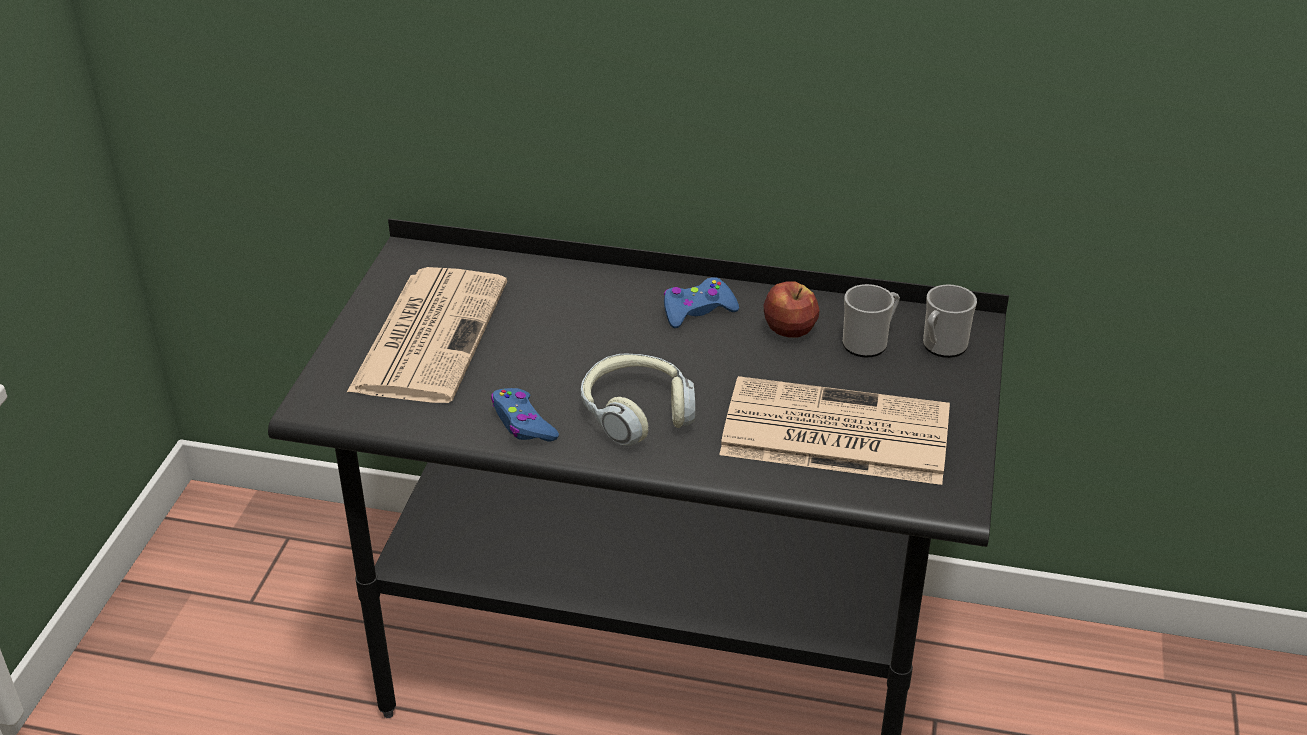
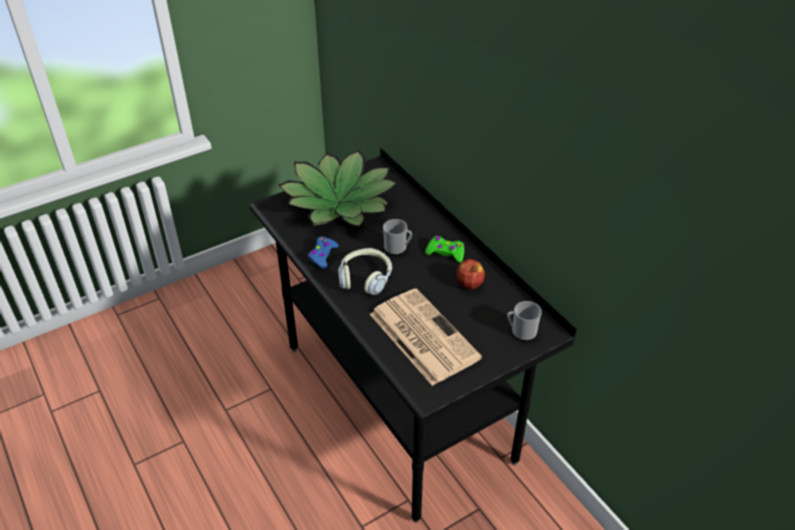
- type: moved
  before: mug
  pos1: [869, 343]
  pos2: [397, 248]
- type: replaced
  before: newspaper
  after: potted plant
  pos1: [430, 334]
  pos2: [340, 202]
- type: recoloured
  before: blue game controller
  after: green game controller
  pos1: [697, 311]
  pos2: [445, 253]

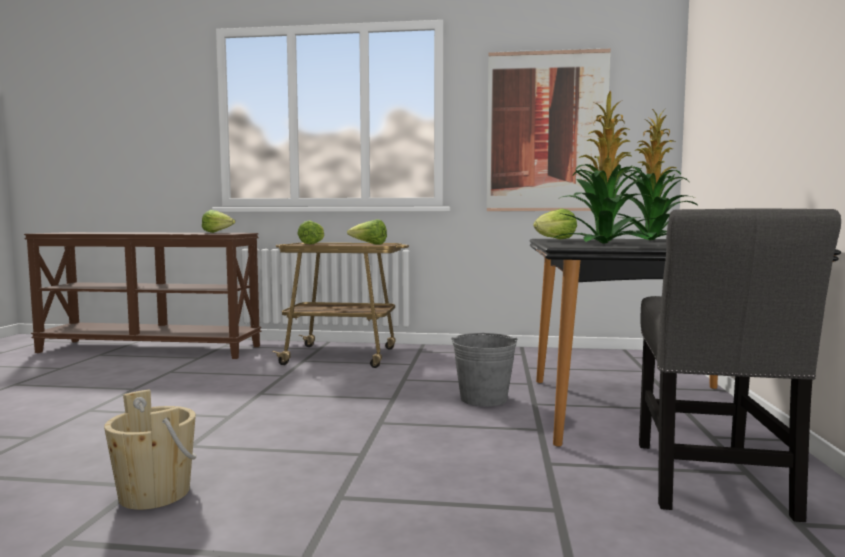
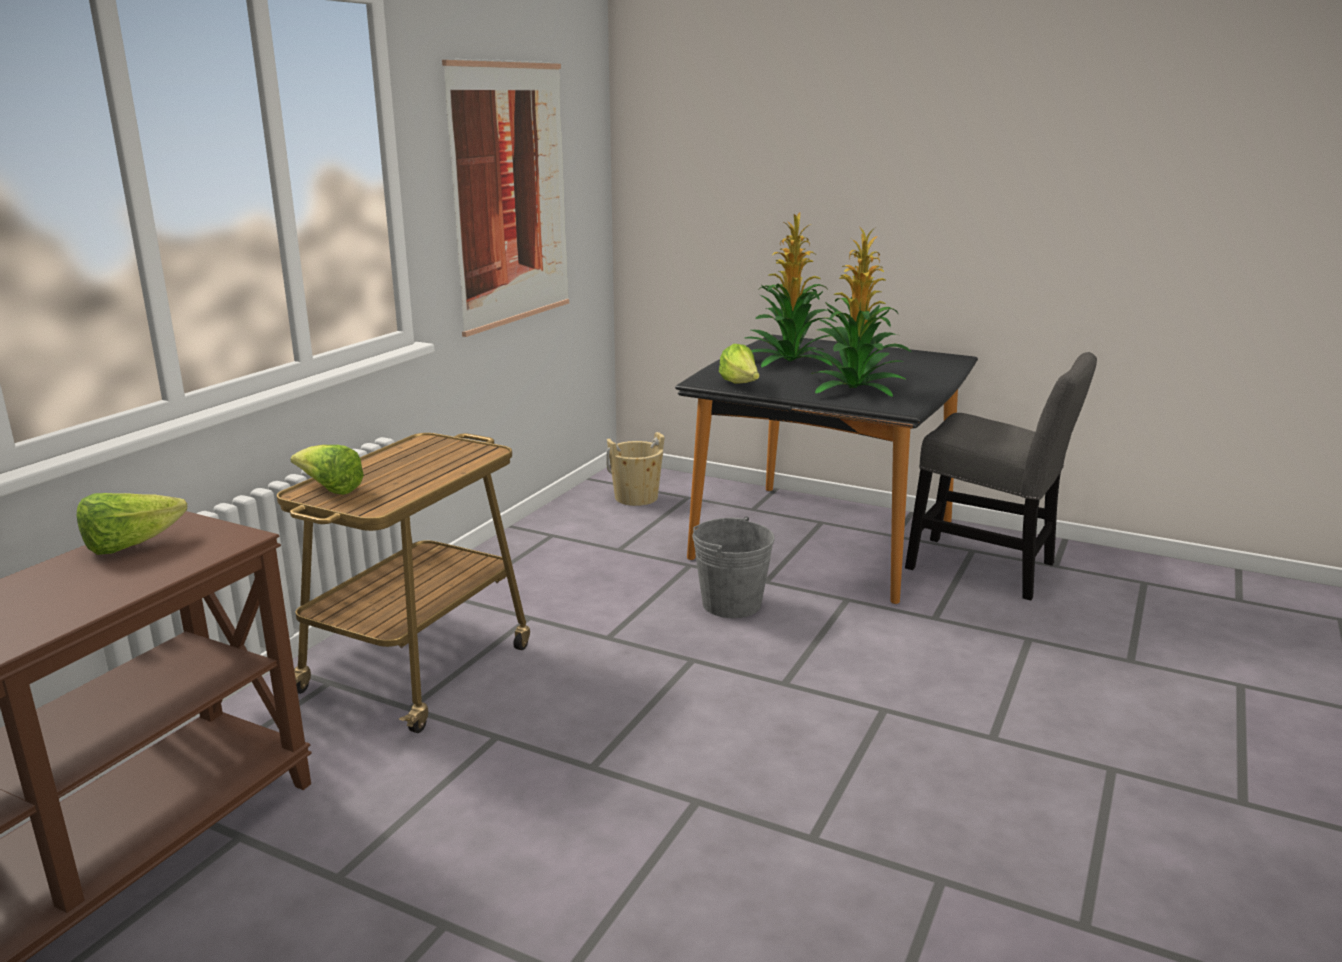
- type: removed
  before: lettuce
  pos1: [369, 244]
- type: moved
  before: beige bucket
  pos1: [154, 494]
  pos2: [636, 497]

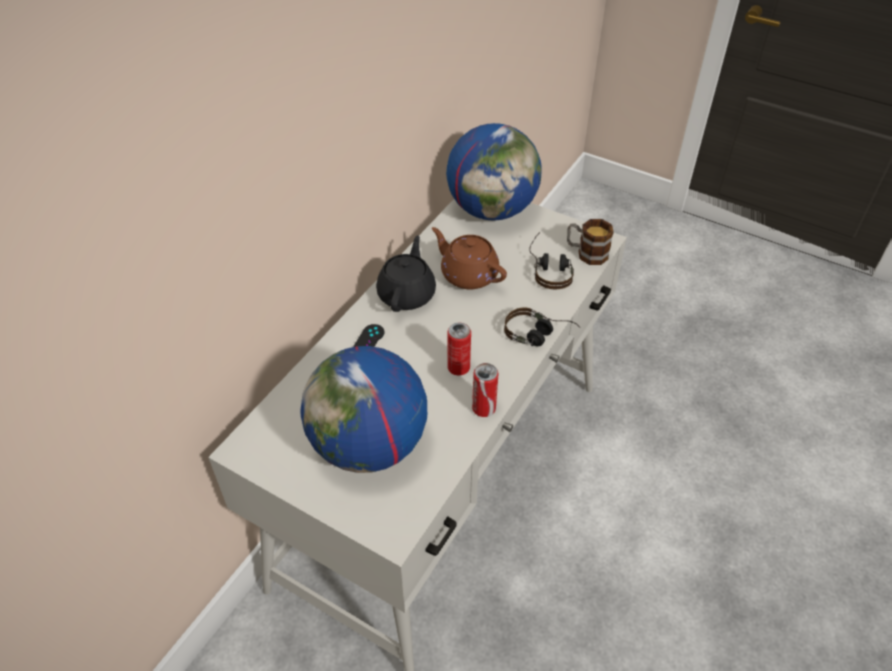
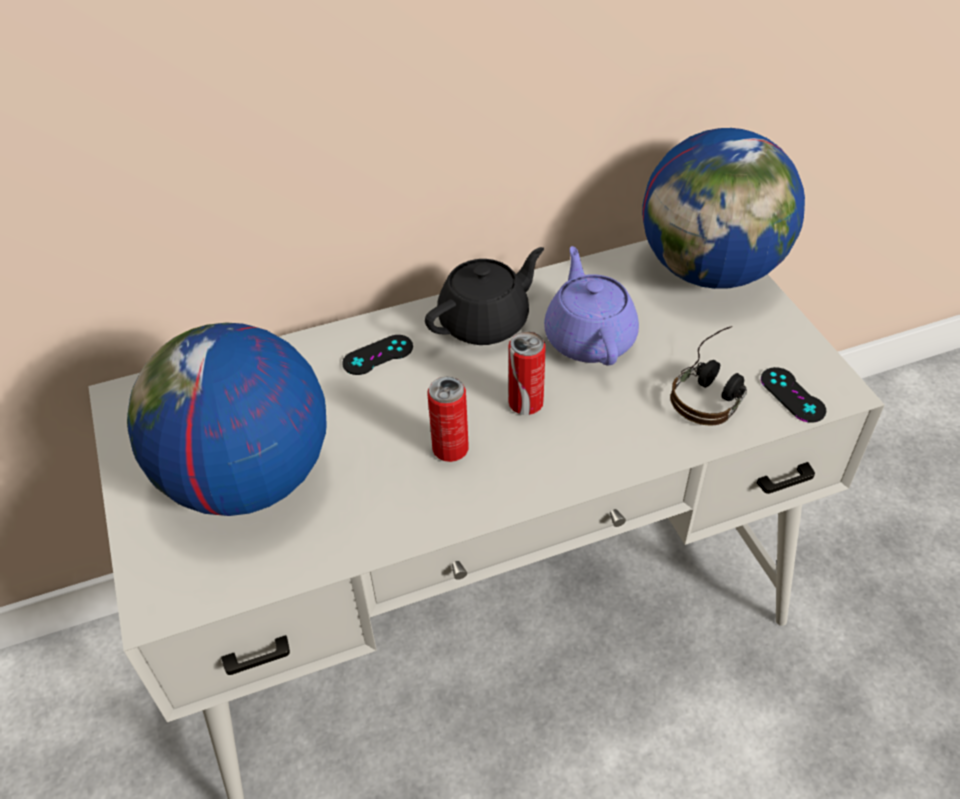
- type: removed
  before: headphones
  pos1: [539, 336]
- type: moved
  before: can
  pos1: [484, 408]
  pos2: [525, 403]
- type: replaced
  before: mug
  after: black game controller
  pos1: [586, 253]
  pos2: [792, 395]
- type: recoloured
  before: brown teapot
  after: purple teapot
  pos1: [468, 274]
  pos2: [589, 337]

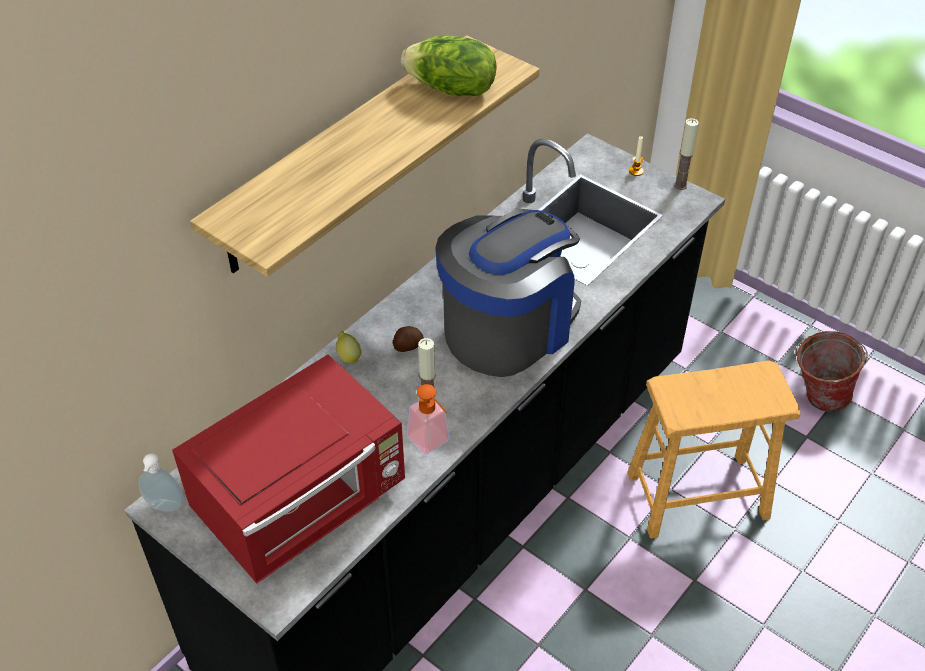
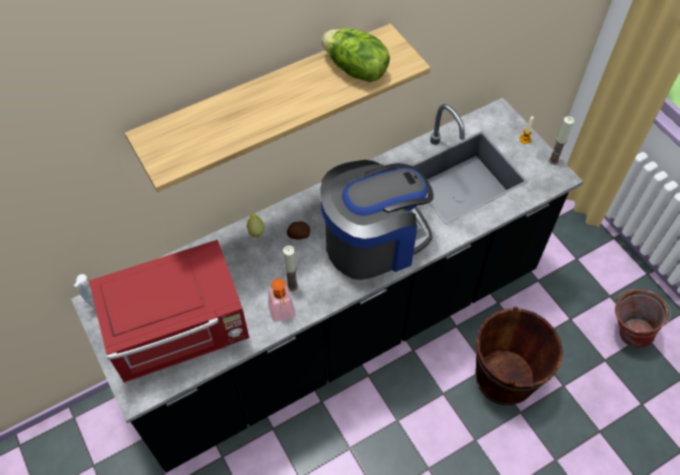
- type: replaced
  before: brown stool
  after: brown bucket
  pos1: [697, 495]
  pos2: [504, 378]

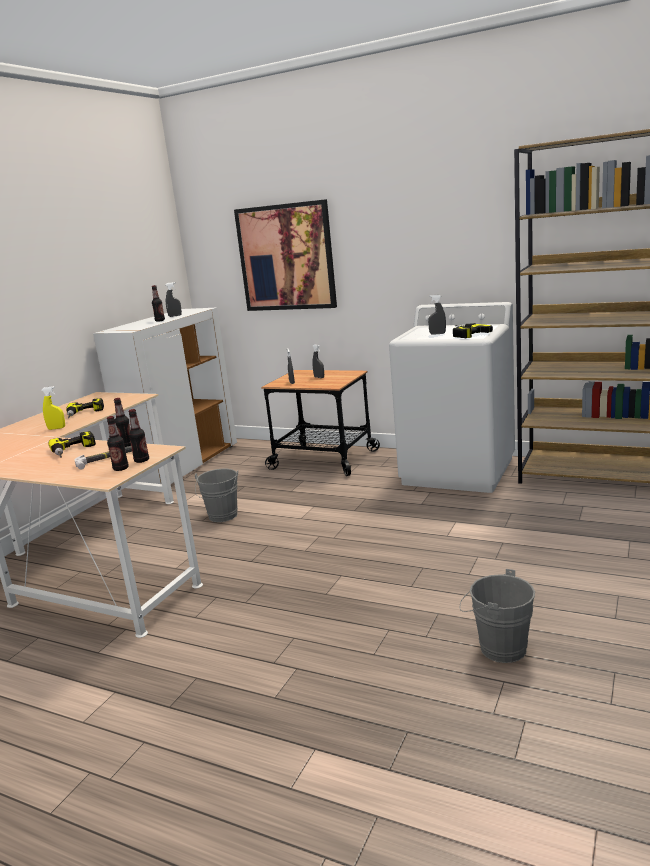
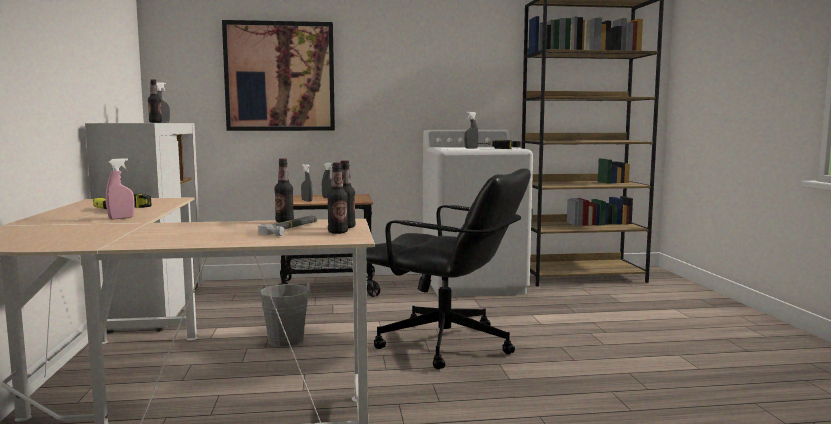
- type: removed
  before: power drill
  pos1: [74, 451]
- type: removed
  before: grey bucket
  pos1: [497, 647]
- type: added
  after: black office chair
  pos2: [446, 345]
- type: recoloured
  before: yellow spray bottle
  after: pink spray bottle
  pos1: [56, 428]
  pos2: [121, 218]

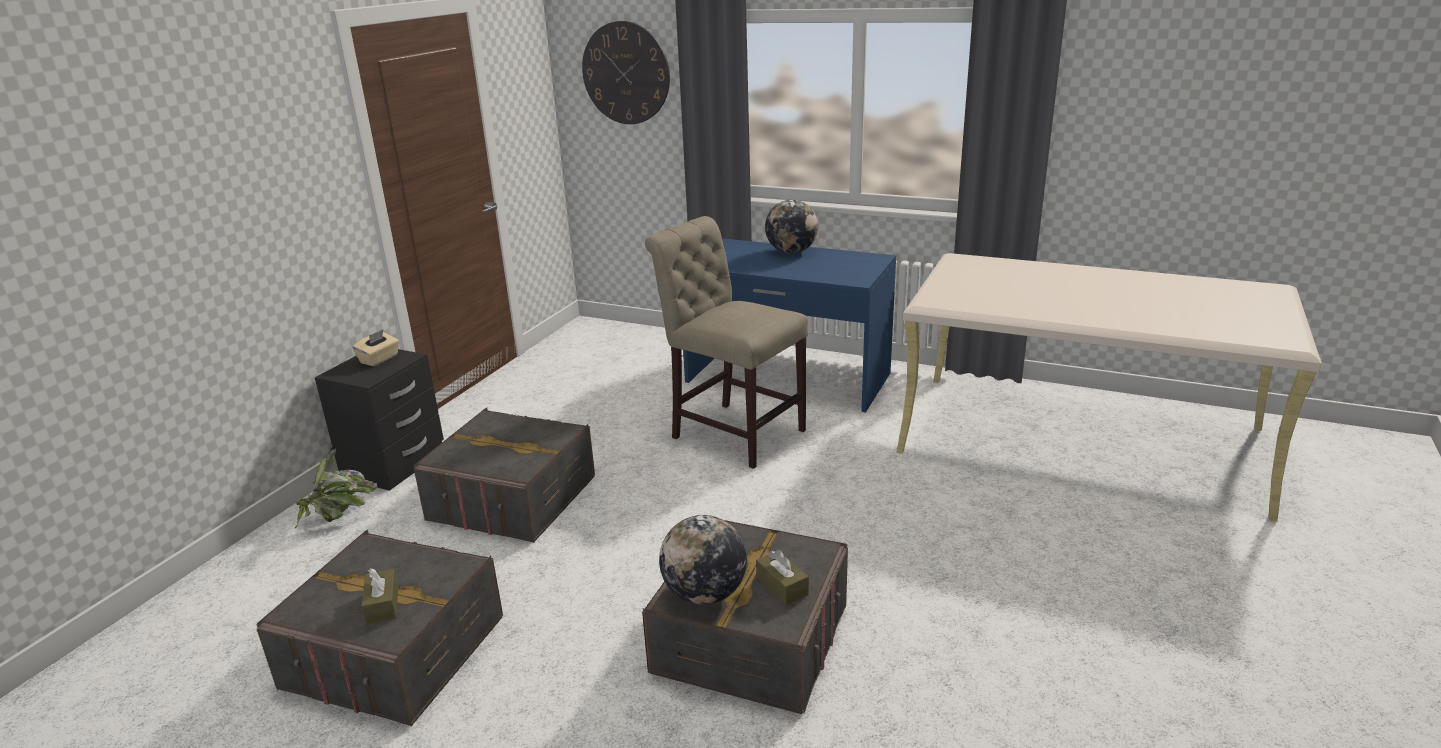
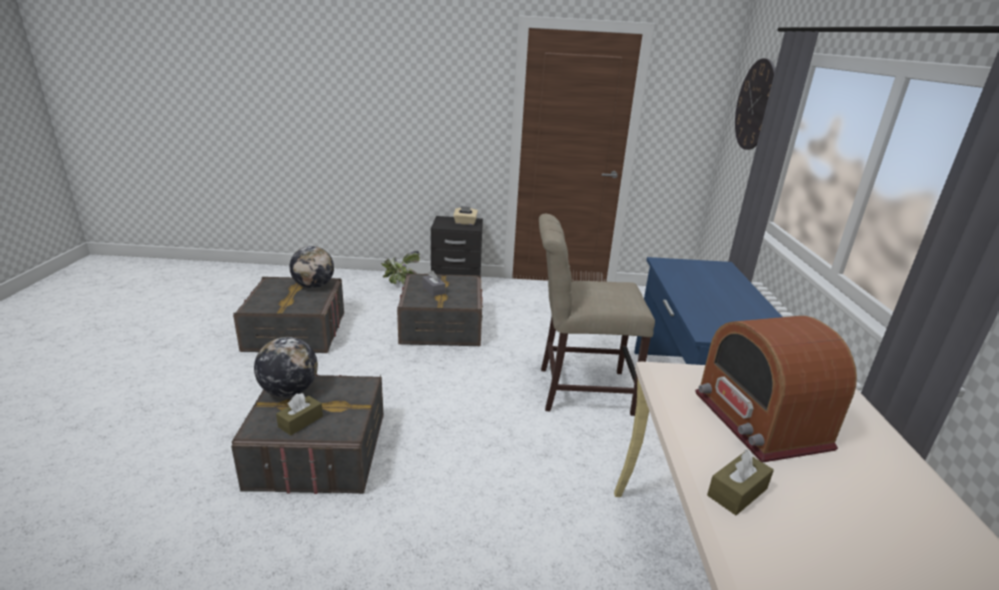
- type: added
  after: grey tissue box
  pos2: [433, 290]
- type: added
  after: radio
  pos2: [759, 420]
- type: moved
  before: brown tissue box
  pos1: [382, 605]
  pos2: [737, 492]
- type: moved
  before: globe
  pos1: [791, 252]
  pos2: [314, 286]
- type: turned
  before: beige chair
  pos1: [733, 431]
  pos2: [578, 390]
  turn: -105

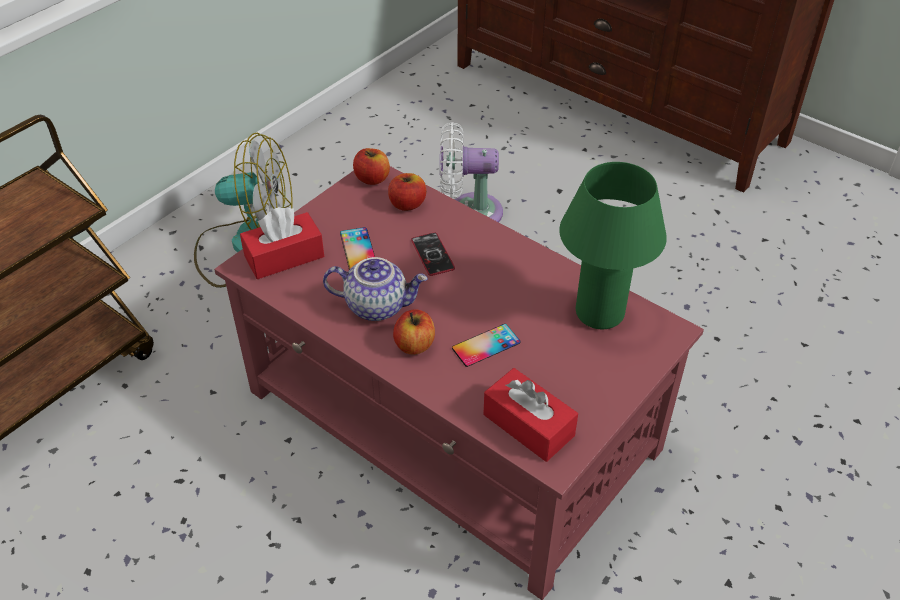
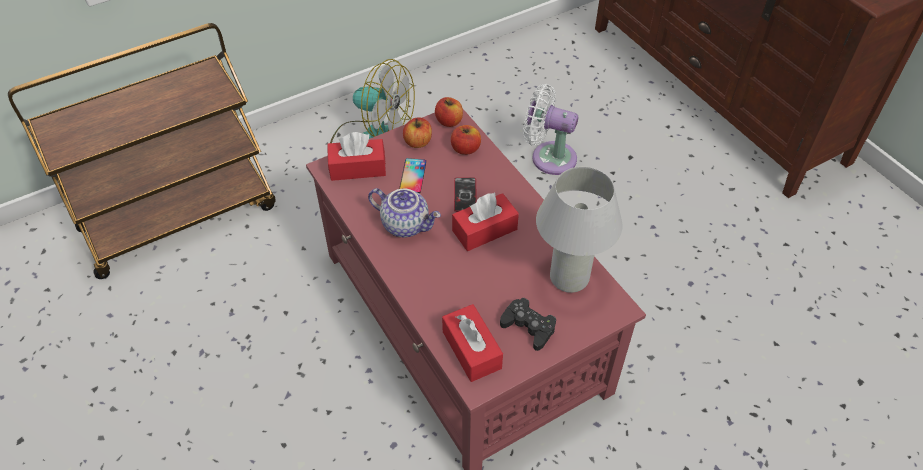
- type: removed
  before: phone
  pos1: [486, 345]
- type: added
  after: red tissue box
  pos2: [484, 230]
- type: added
  after: black game controller
  pos2: [528, 327]
- type: moved
  before: apple
  pos1: [414, 345]
  pos2: [418, 142]
- type: recoloured
  before: green table lamp
  after: white table lamp
  pos1: [599, 313]
  pos2: [569, 278]

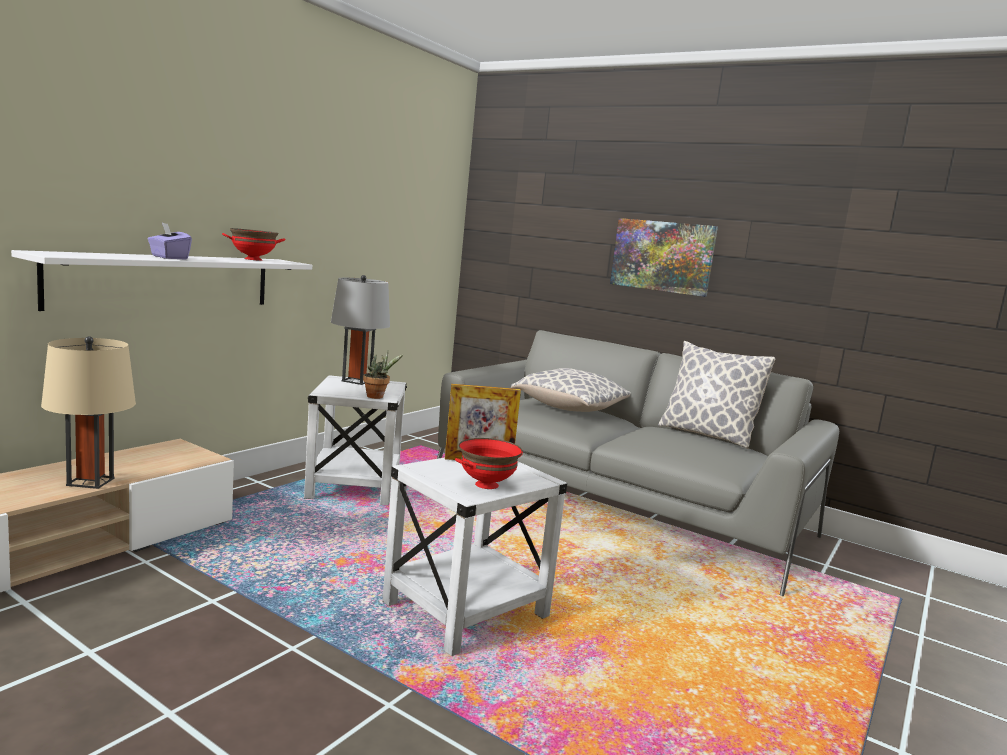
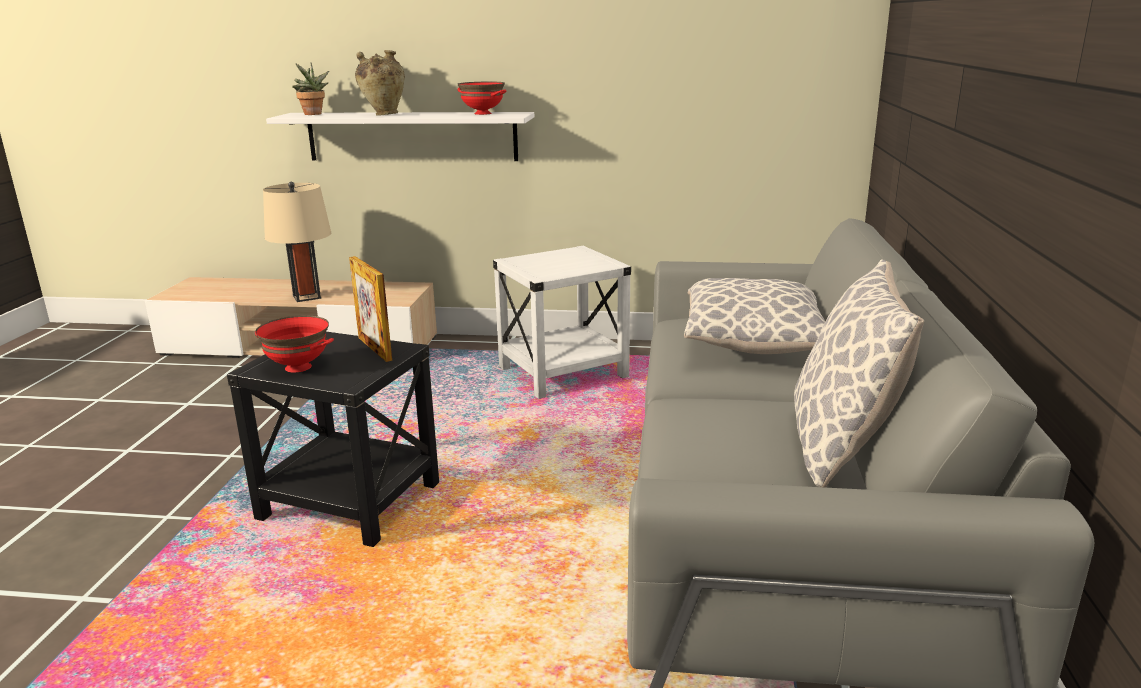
- type: removed
  before: grey table lamp
  pos1: [357, 381]
- type: removed
  before: picture
  pos1: [662, 256]
- type: moved
  before: potted plant
  pos1: [377, 397]
  pos2: [313, 114]
- type: replaced
  before: purple tissue box
  after: beige vase
  pos1: [169, 257]
  pos2: [384, 115]
- type: recoloured
  before: white side table
  after: black side table
  pos1: [467, 609]
  pos2: [351, 501]

